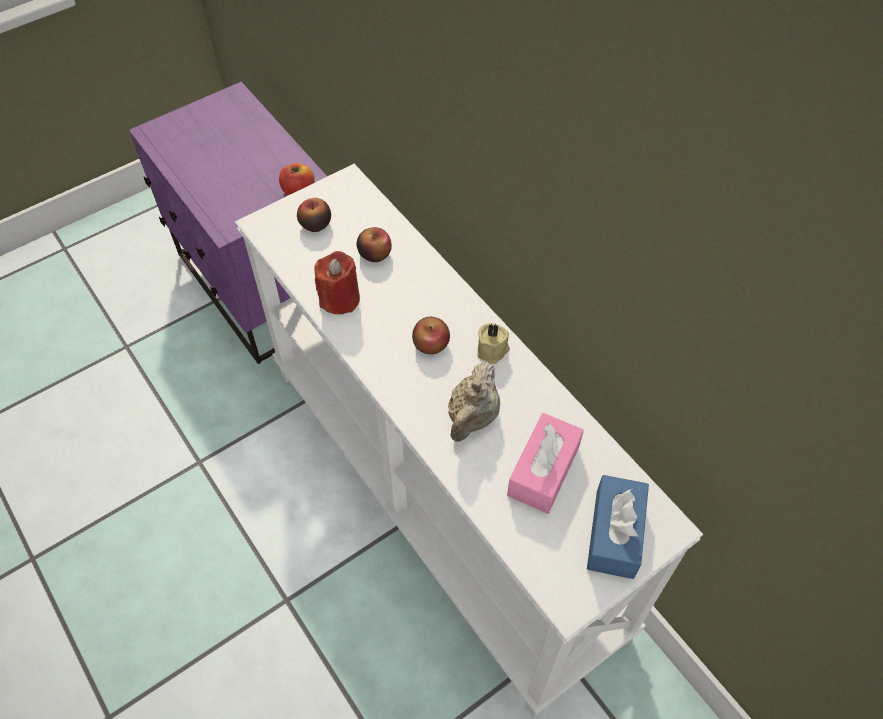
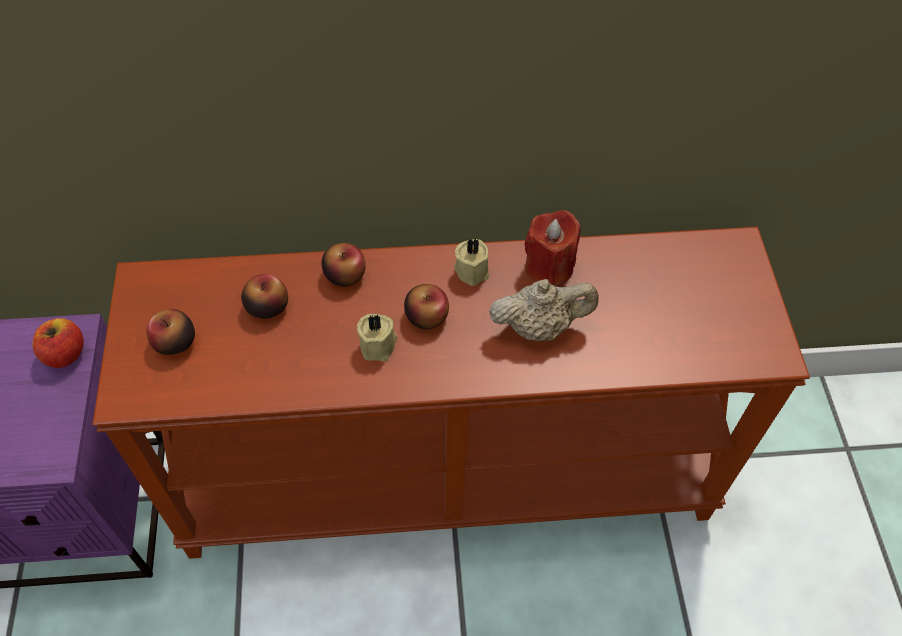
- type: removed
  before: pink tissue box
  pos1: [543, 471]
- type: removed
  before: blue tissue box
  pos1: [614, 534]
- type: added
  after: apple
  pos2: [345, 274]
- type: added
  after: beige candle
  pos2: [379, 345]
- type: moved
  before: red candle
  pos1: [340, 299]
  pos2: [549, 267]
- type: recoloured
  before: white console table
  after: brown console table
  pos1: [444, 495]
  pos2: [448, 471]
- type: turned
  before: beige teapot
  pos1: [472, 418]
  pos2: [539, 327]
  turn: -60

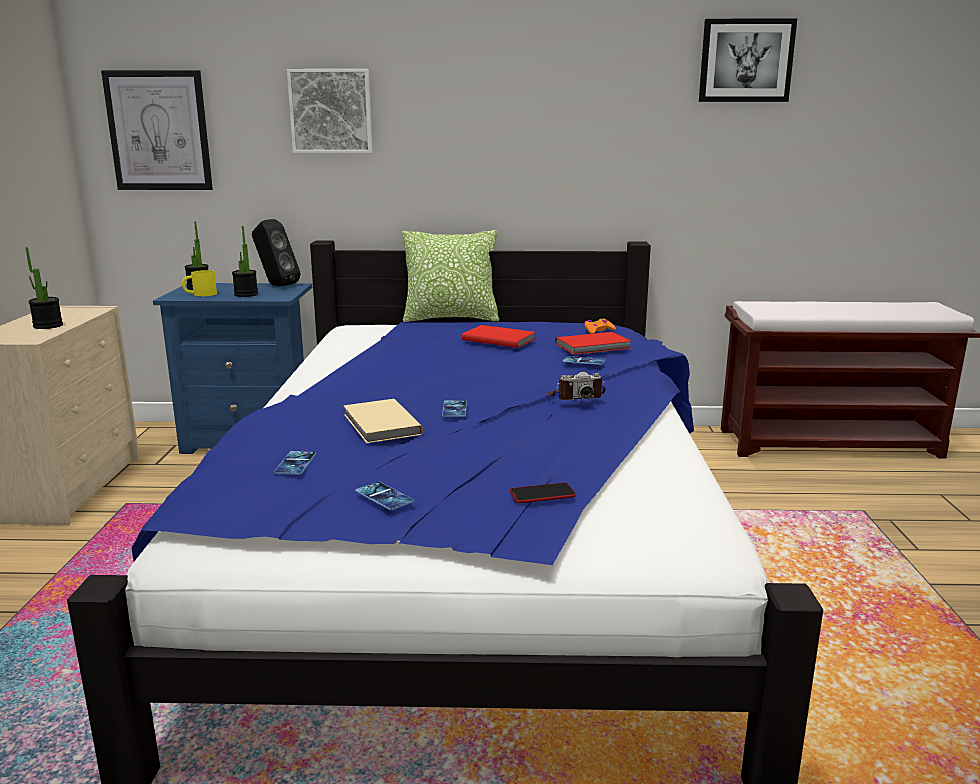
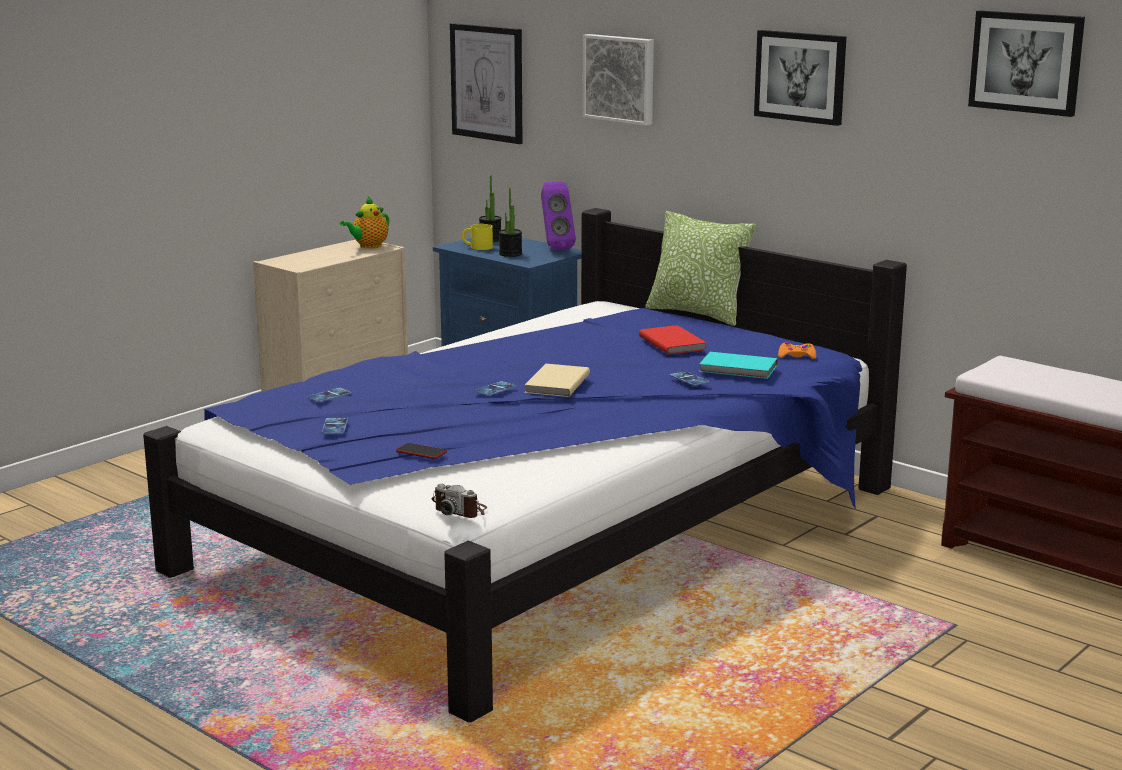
- type: removed
  before: potted plant
  pos1: [48, 326]
- type: added
  after: teapot
  pos2: [368, 246]
- type: added
  after: picture
  pos2: [801, 76]
- type: moved
  before: beige book
  pos1: [380, 425]
  pos2: [555, 384]
- type: moved
  before: photo camera
  pos1: [575, 396]
  pos2: [460, 510]
- type: recoloured
  before: black speaker
  after: purple speaker
  pos1: [276, 285]
  pos2: [554, 248]
- type: recoloured
  before: red book
  after: turquoise book
  pos1: [594, 346]
  pos2: [738, 369]

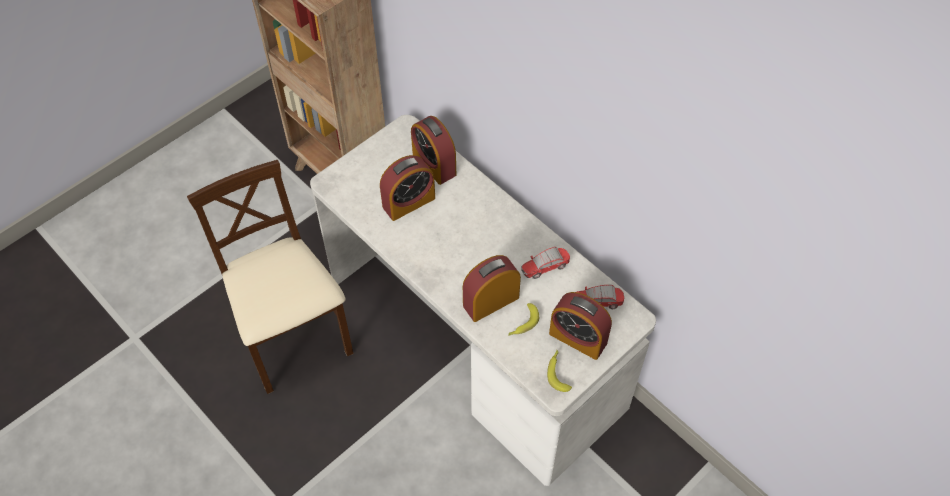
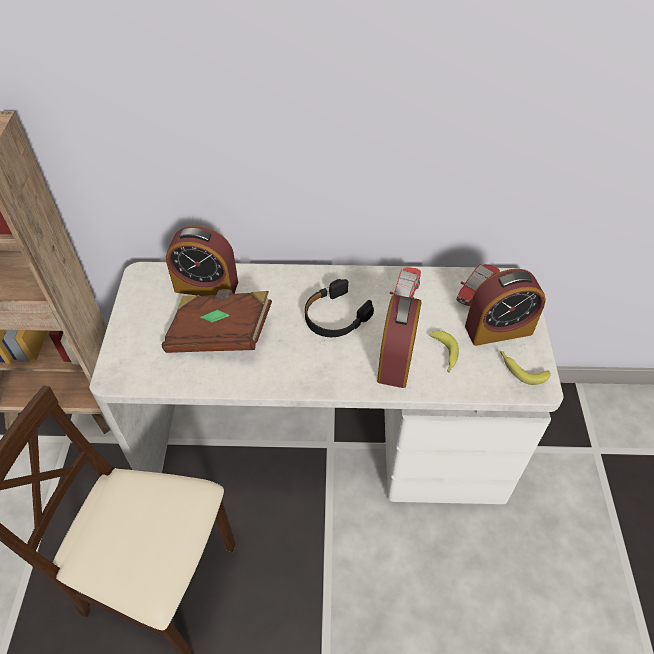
- type: added
  after: black headphones
  pos2: [335, 316]
- type: replaced
  before: alarm clock
  after: brown book
  pos1: [409, 202]
  pos2: [220, 334]

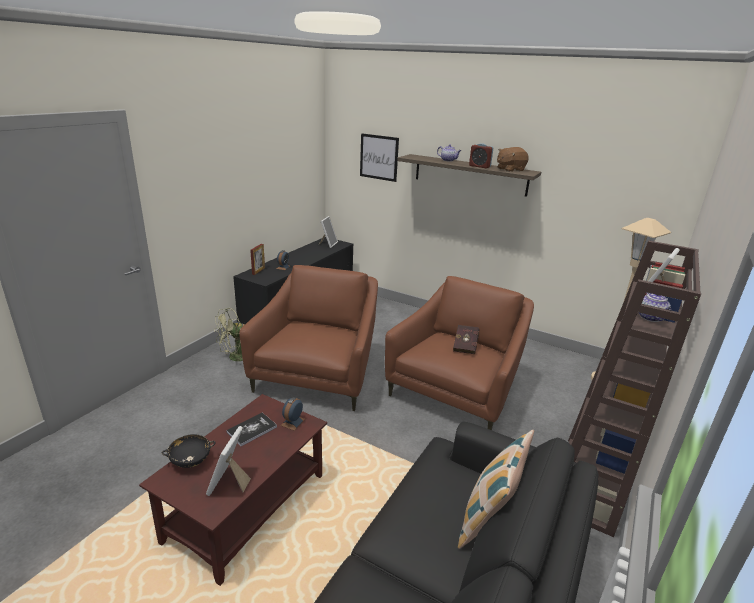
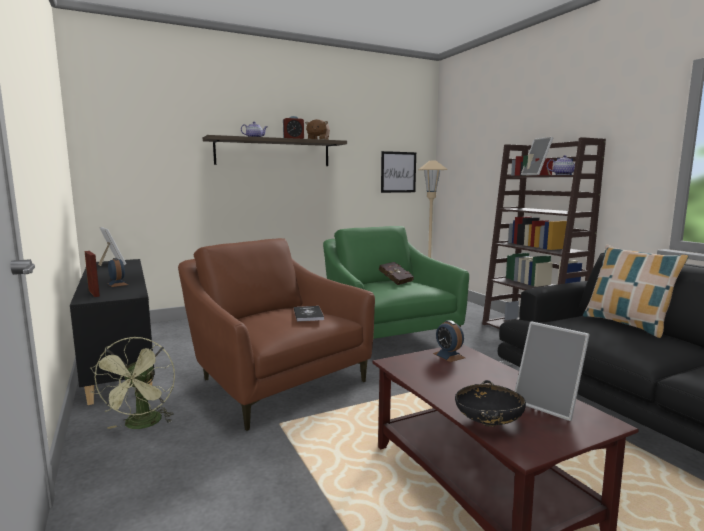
- type: moved
  before: book
  pos1: [252, 429]
  pos2: [308, 314]
- type: moved
  before: picture
  pos1: [379, 157]
  pos2: [398, 172]
- type: recoloured
  before: brown armchair
  after: green armchair
  pos1: [457, 390]
  pos2: [386, 335]

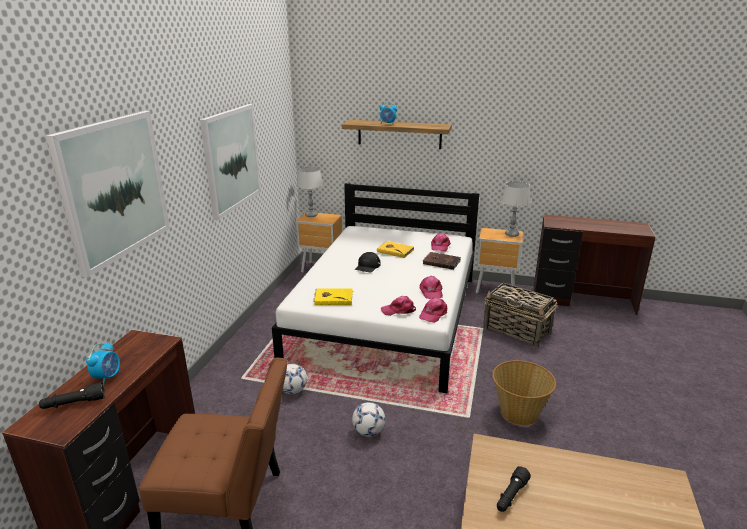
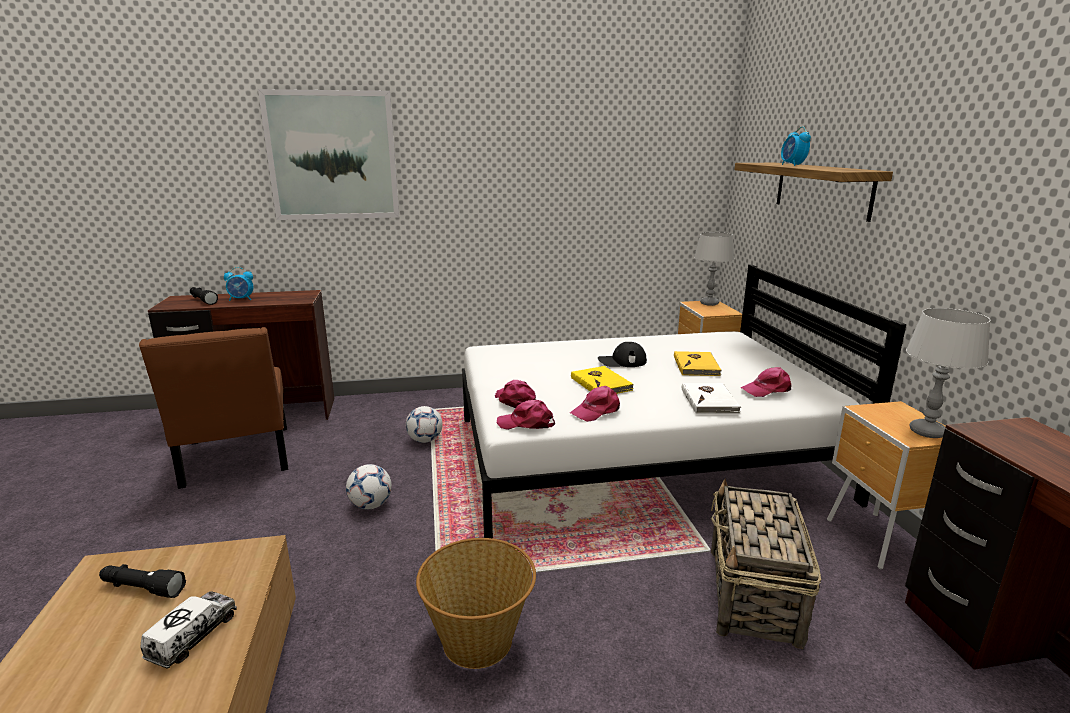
- type: removed
  before: picture
  pos1: [231, 159]
- type: added
  after: toy truck
  pos2: [193, 636]
- type: moved
  before: yellow book
  pos1: [333, 298]
  pos2: [601, 383]
- type: recoloured
  before: brown book
  after: white book
  pos1: [441, 262]
  pos2: [710, 401]

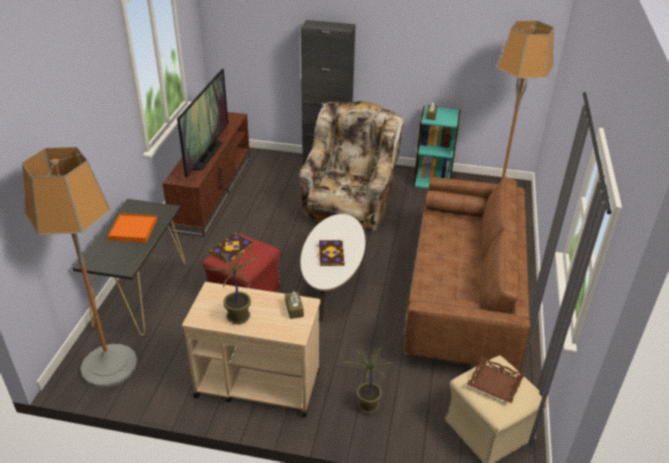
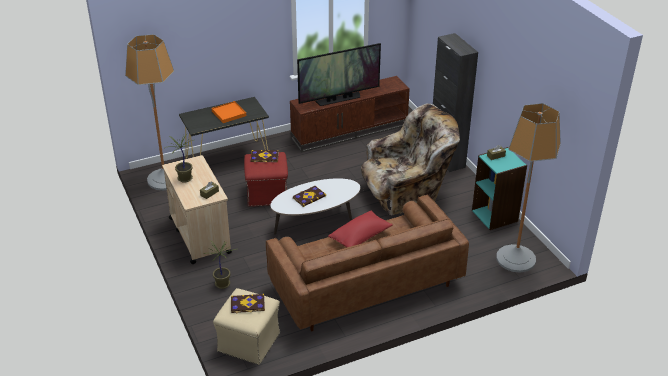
- type: added
  after: red pillow
  pos2: [360, 237]
- type: replaced
  before: brown tray
  after: book
  pos1: [495, 382]
  pos2: [247, 304]

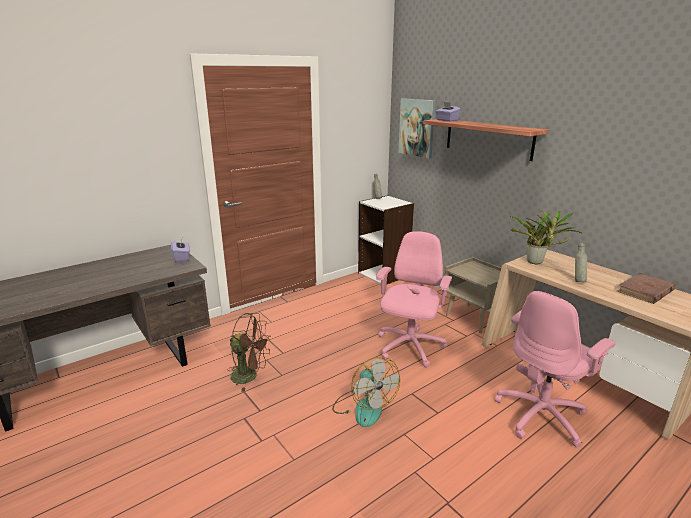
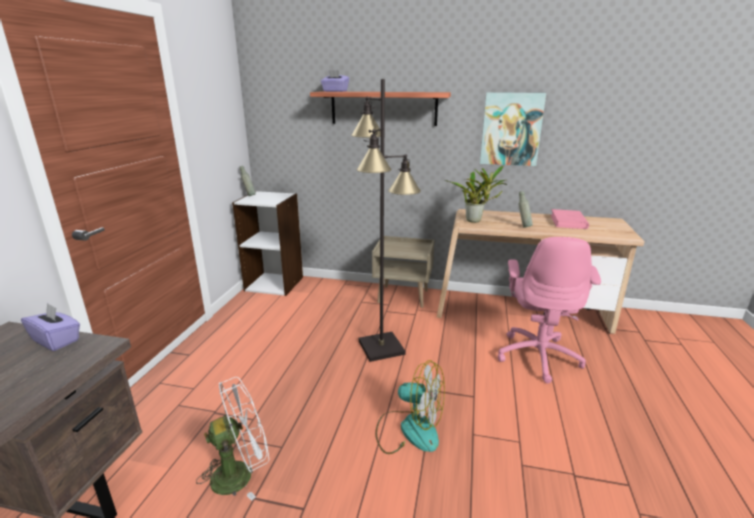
- type: moved
  before: picture
  pos1: [417, 127]
  pos2: [511, 129]
- type: replaced
  before: pink office chair
  after: black floor lamp
  pos1: [409, 347]
  pos2: [381, 347]
- type: recoloured
  before: brown fan
  after: white fan
  pos1: [250, 376]
  pos2: [240, 473]
- type: recoloured
  before: brown book
  after: pink book
  pos1: [645, 291]
  pos2: [568, 222]

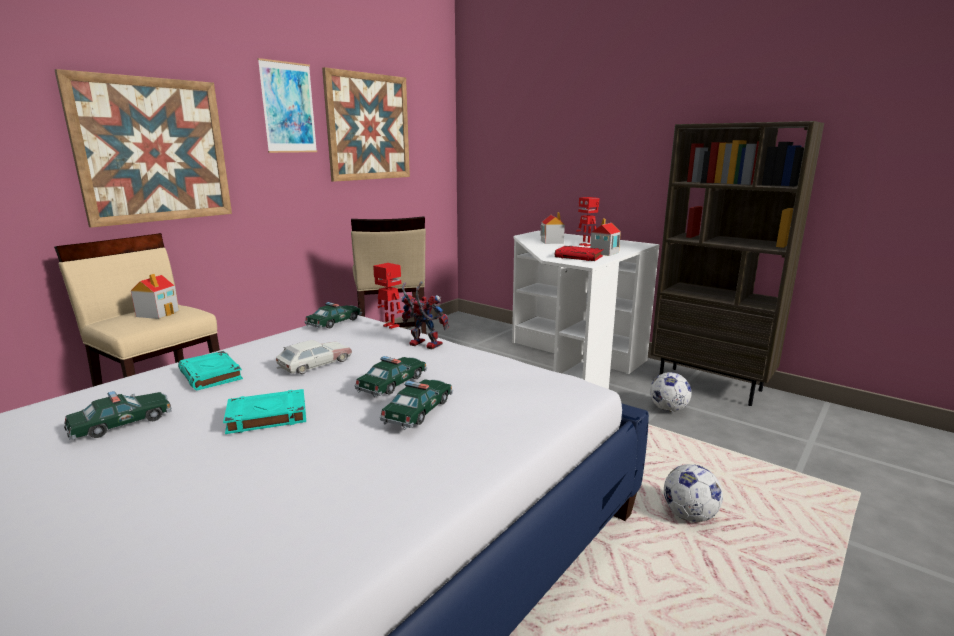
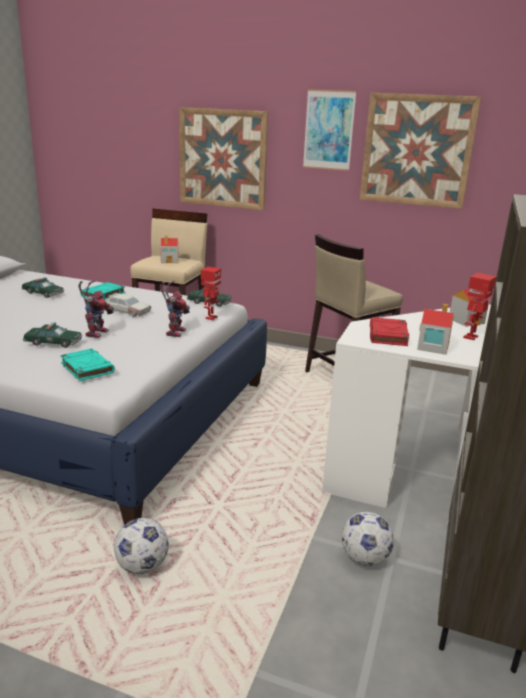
- type: moved
  before: turquoise book
  pos1: [266, 416]
  pos2: [86, 368]
- type: replaced
  before: toy car
  after: toy robot
  pos1: [392, 383]
  pos2: [96, 332]

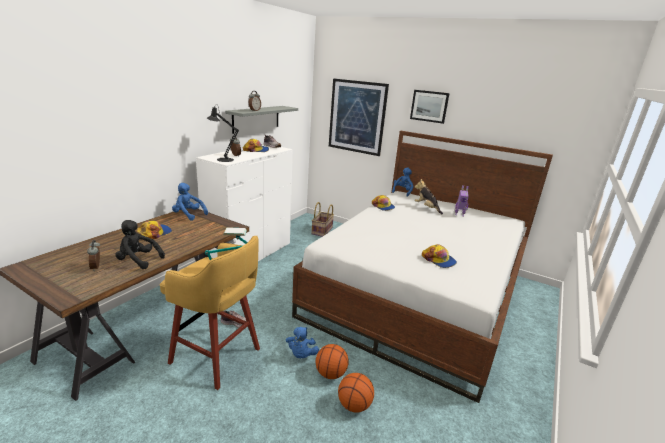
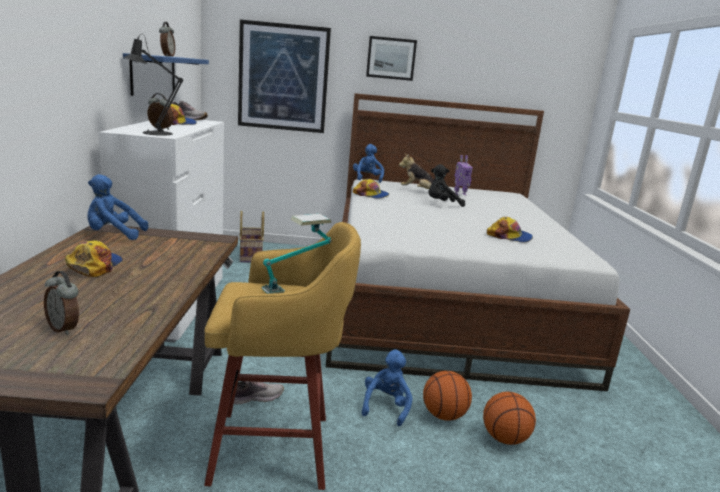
- type: moved
  before: black plush toy
  pos1: [138, 260]
  pos2: [442, 204]
- type: recoloured
  before: grey shelf
  after: blue shelf
  pos1: [256, 119]
  pos2: [153, 74]
- type: turned
  before: blue plush toy
  pos1: [301, 354]
  pos2: [386, 407]
  turn: -135

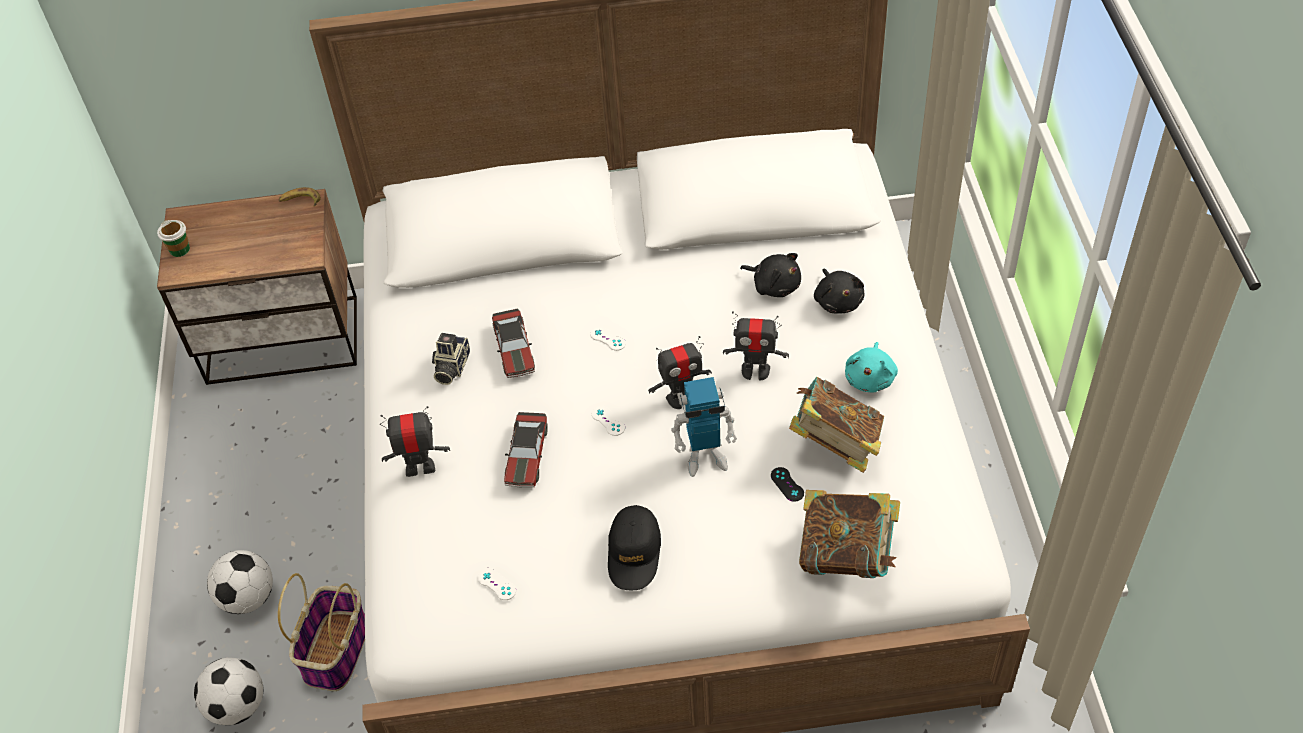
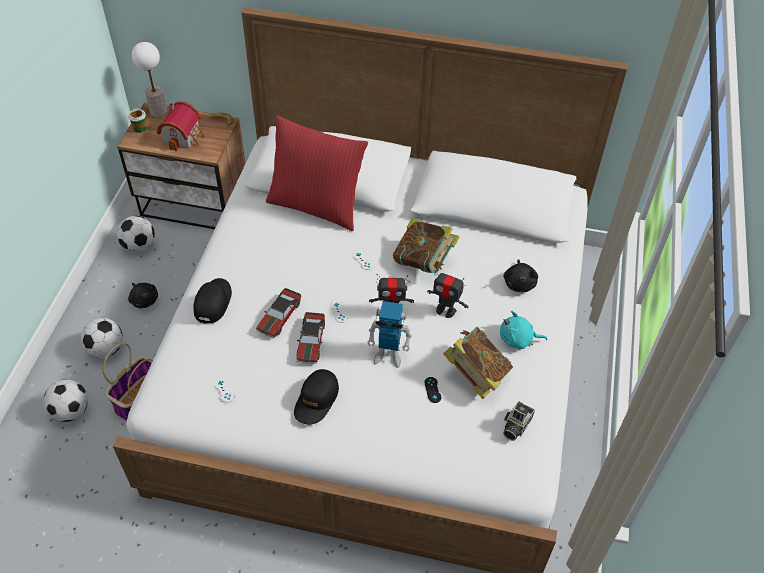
- type: added
  after: football
  pos2: [139, 246]
- type: added
  after: table lamp
  pos2: [158, 112]
- type: added
  after: toy house
  pos2: [184, 137]
- type: added
  after: red pillow
  pos2: [316, 205]
- type: moved
  before: photo camera
  pos1: [450, 367]
  pos2: [515, 426]
- type: moved
  before: toy car
  pos1: [514, 350]
  pos2: [311, 342]
- type: moved
  before: black plush toy
  pos1: [774, 285]
  pos2: [144, 300]
- type: moved
  before: book
  pos1: [847, 554]
  pos2: [424, 261]
- type: replaced
  before: toy robot
  after: black cap
  pos1: [420, 468]
  pos2: [213, 302]
- type: turned
  before: turquoise plush toy
  pos1: [870, 378]
  pos2: [518, 339]
  turn: 60

